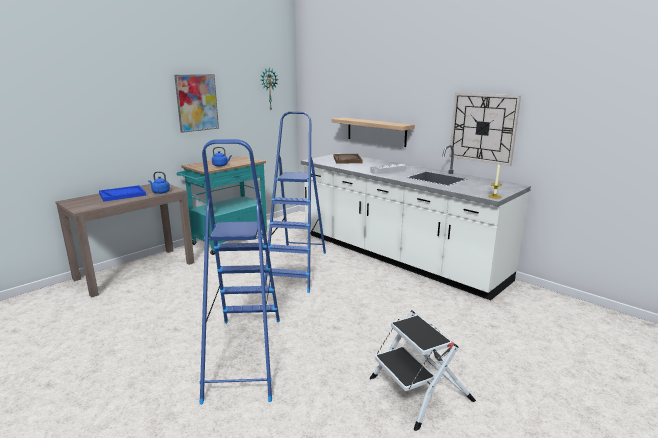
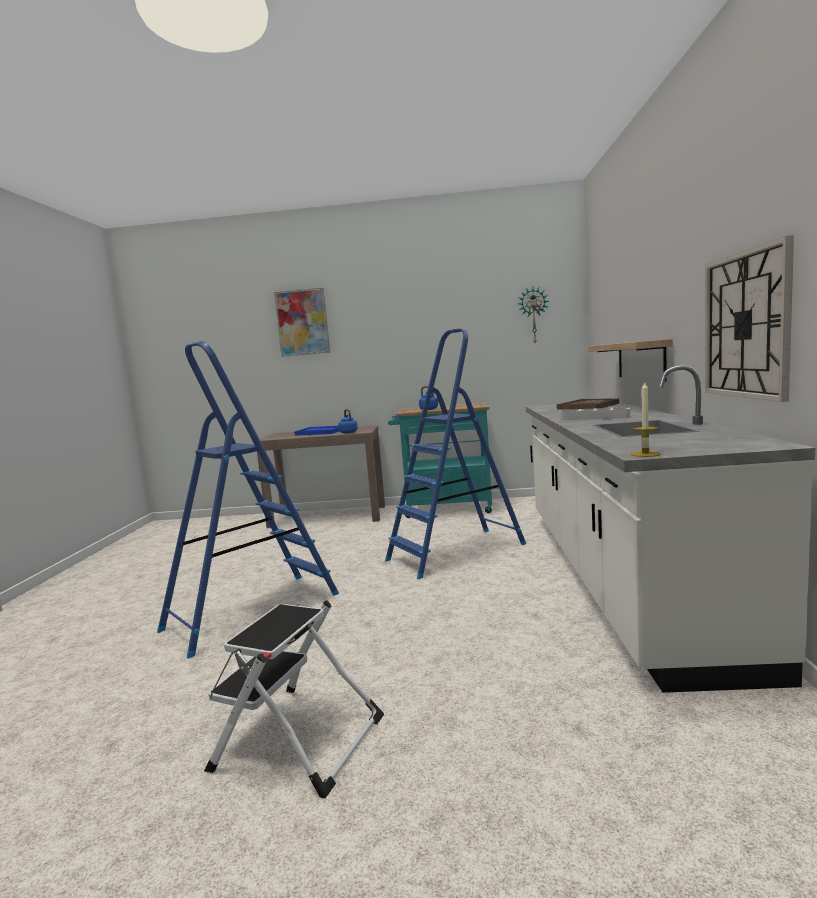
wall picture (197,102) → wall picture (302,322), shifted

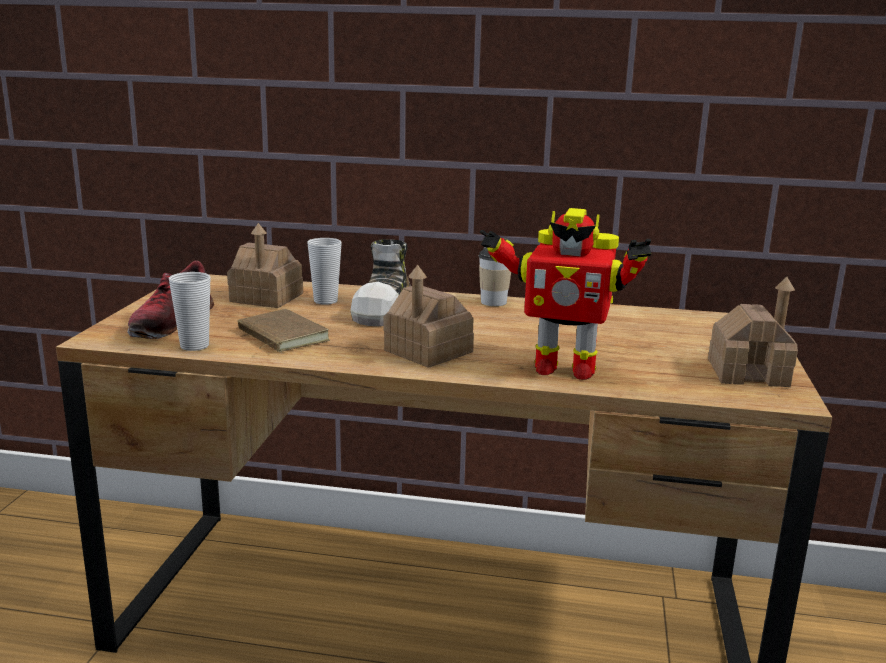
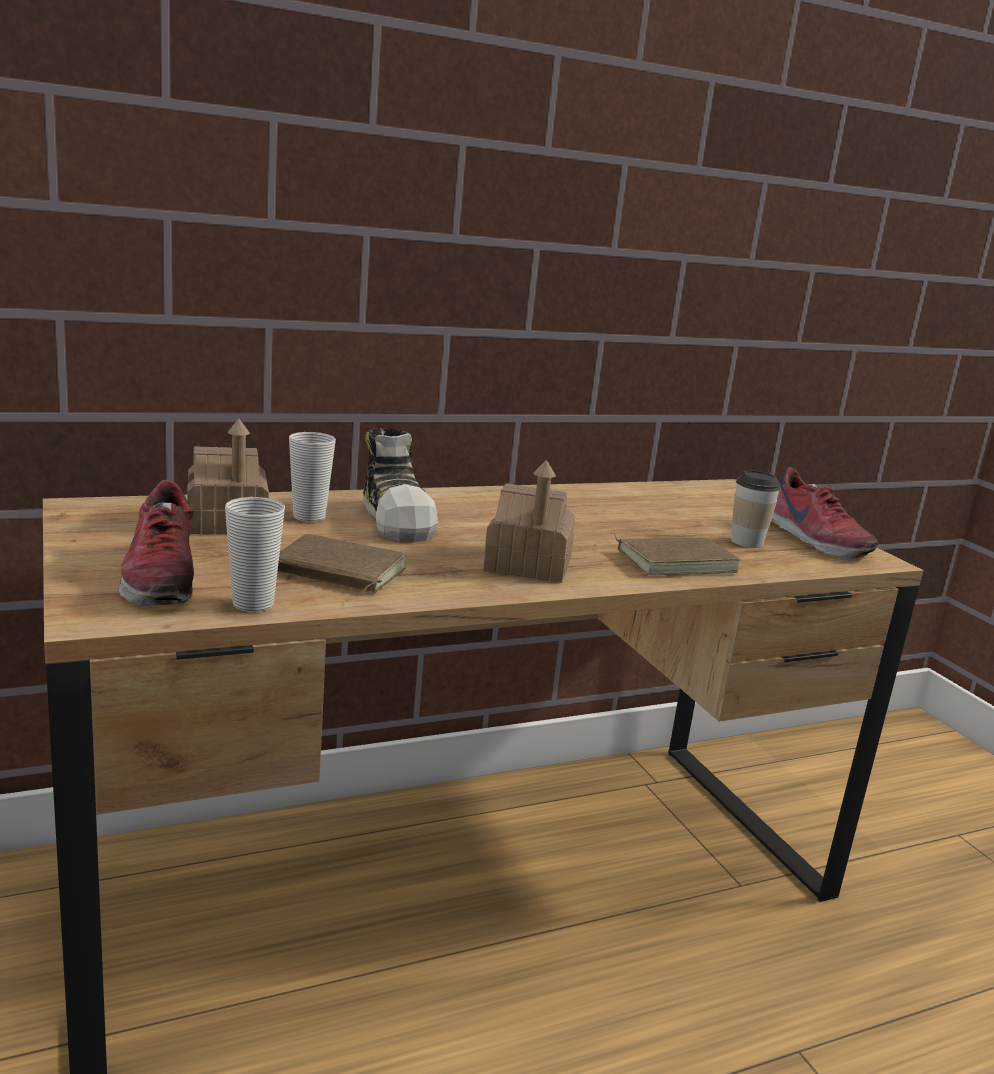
cup (493,302) → cup (747,542), shifted
robot figure (562,368) → bound book in brownish (675,561)
miniature house (748,373) → shoe (811,539)

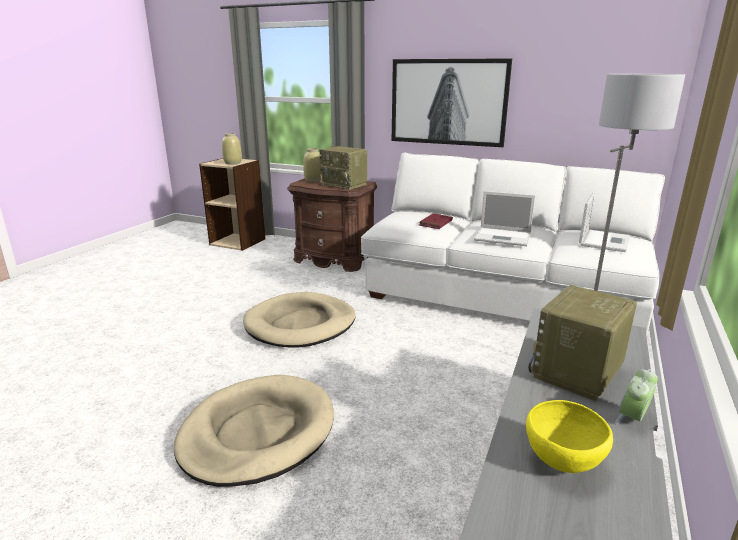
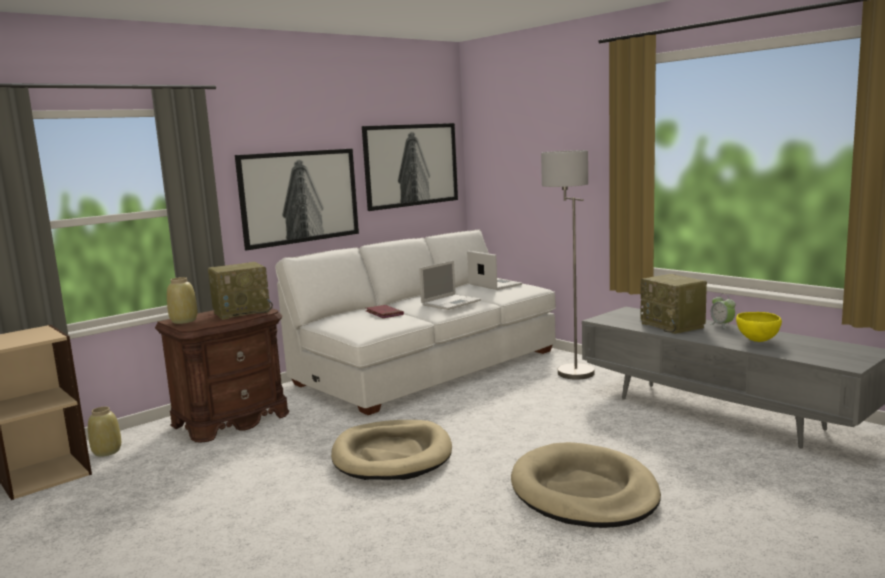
- → wall picture (411,165)
vase in sand-coloured (233,163) → vase in sand-coloured (107,451), shifted

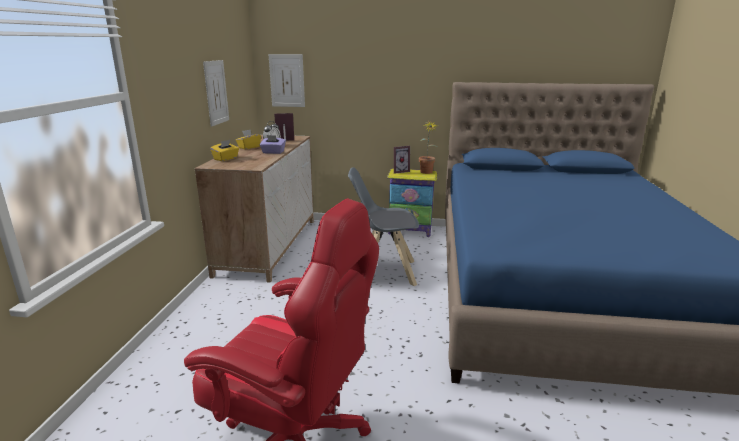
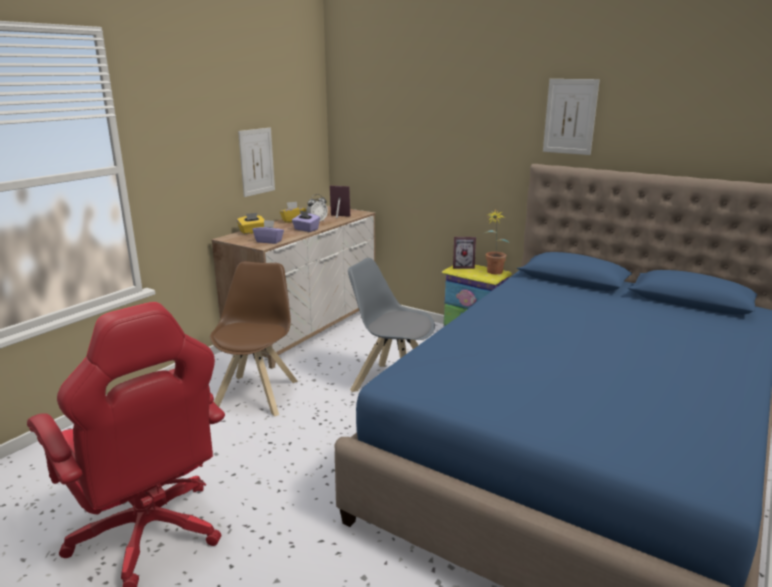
- → chair in brownish (257,393)
- → tissue box in purplish (269,241)
wall picture (287,80) → wall picture (570,116), shifted

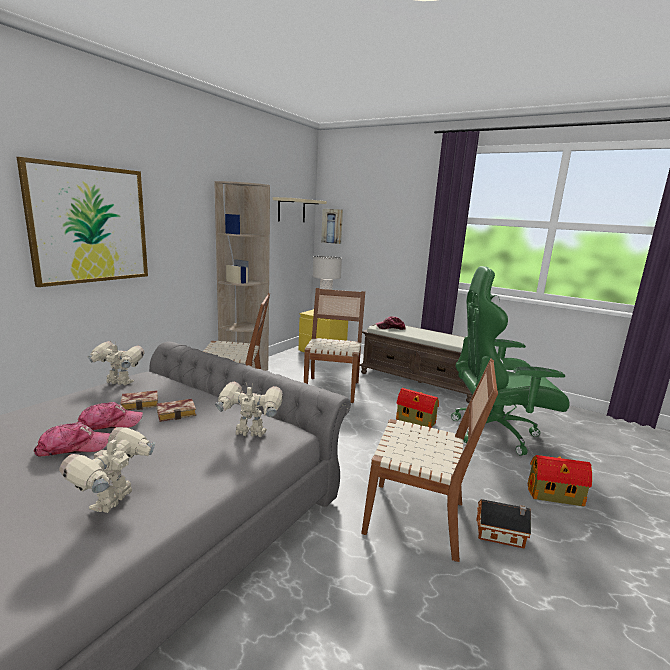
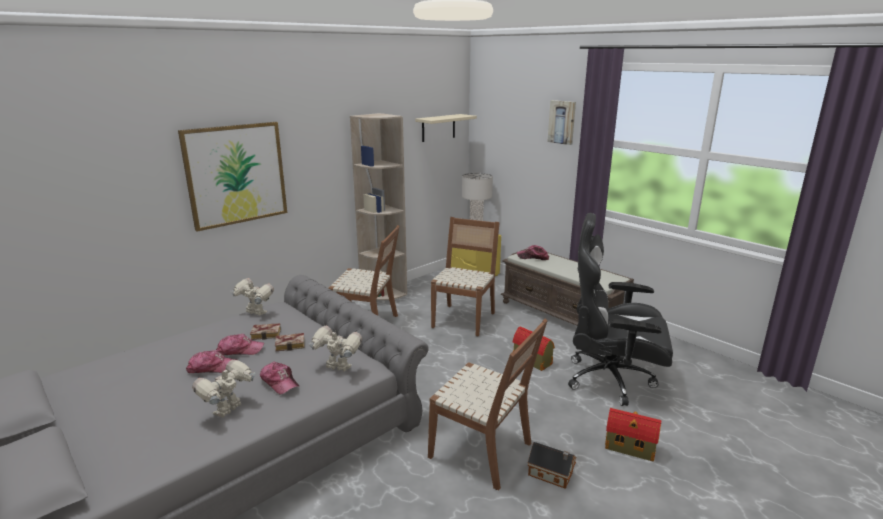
- → peaked cap (280,382)
wall picture (332,226) → wall picture (562,122), shifted
computer chair in green-coloured (498,433) → computer chair in black-coloured (614,380)

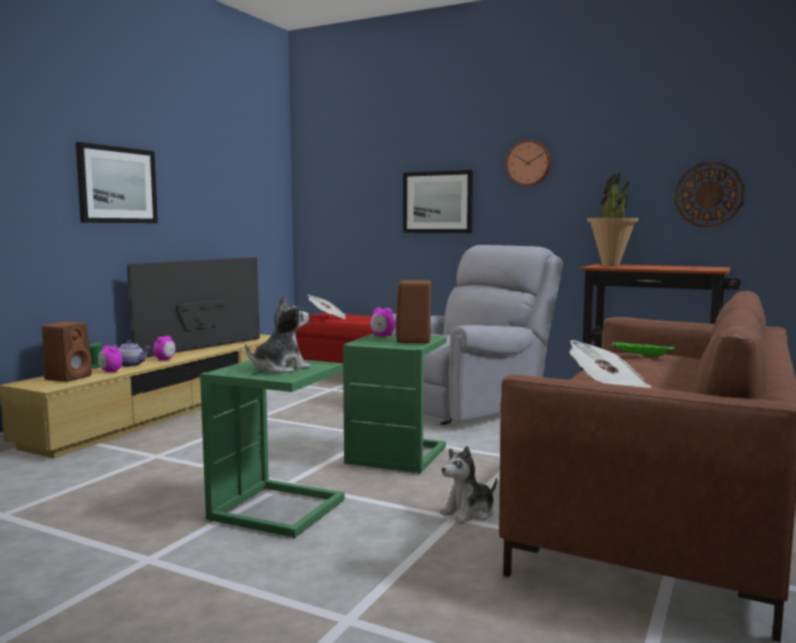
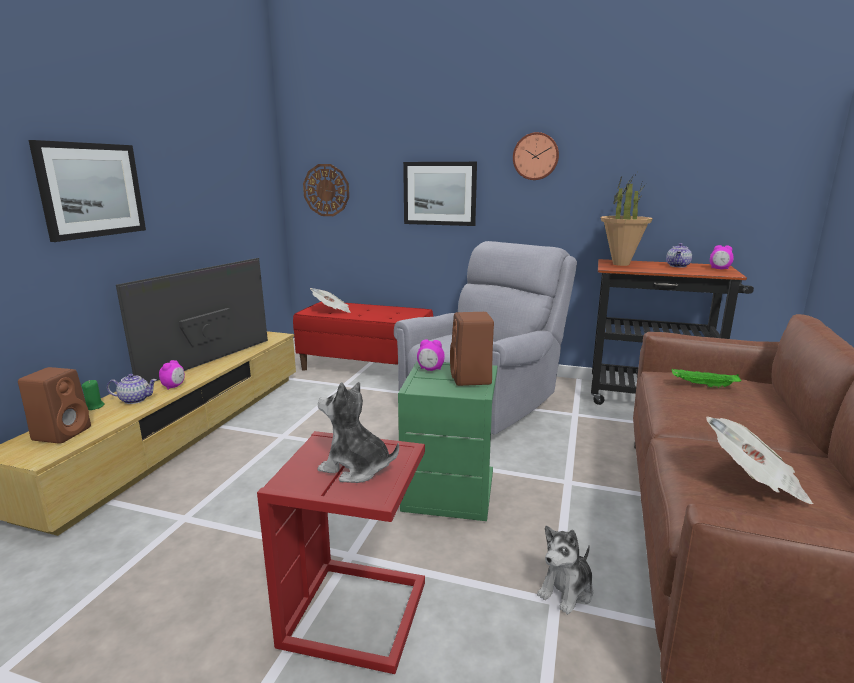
- → pot for tea (678,266)
table clock (110,372) → table clock (719,269), shifted
wall clock (709,195) → wall clock (326,190), shifted
end table in green-coloured (278,512) → end table in red (357,617)
plush toy (279,369) → plush toy (356,468), 105 degrees counterclockwise

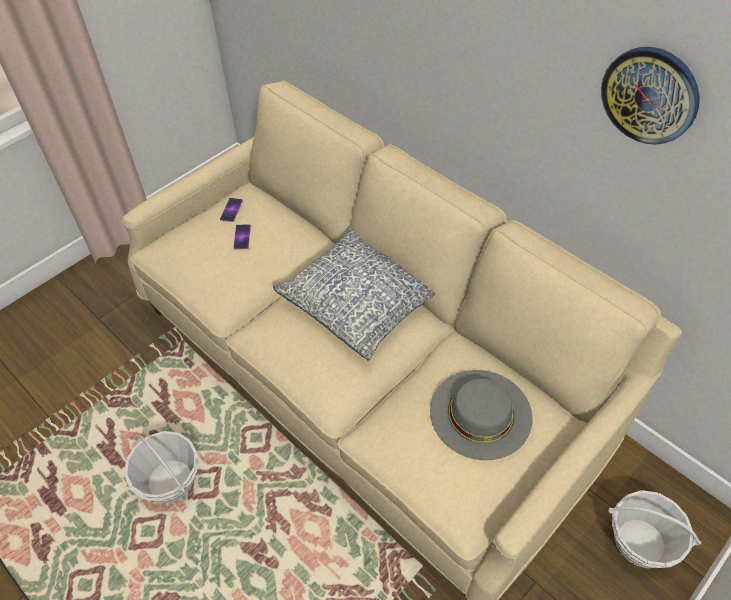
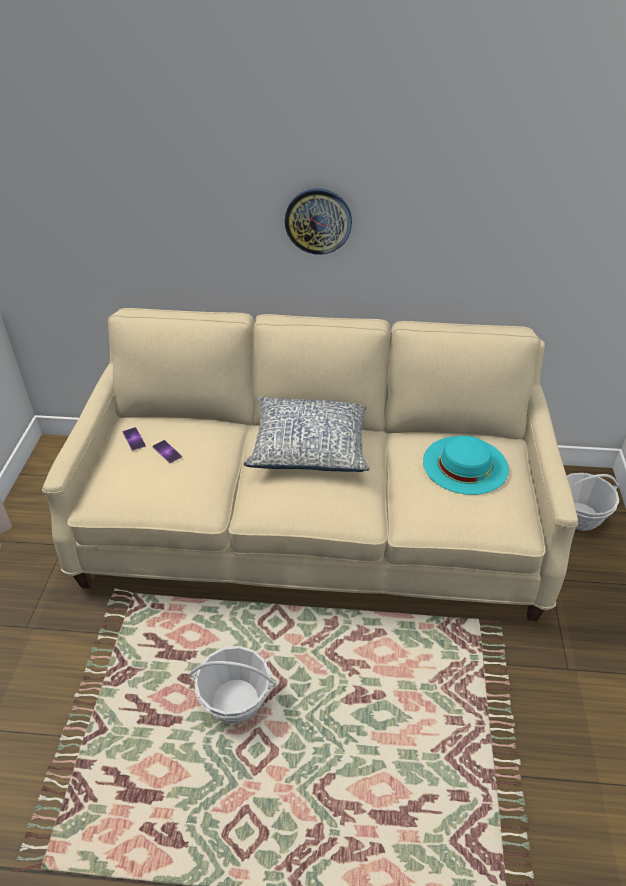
wall clock (650,95) → wall clock (318,221), shifted
wearable hat in grey (481,413) → wearable hat in turquoise (465,464)

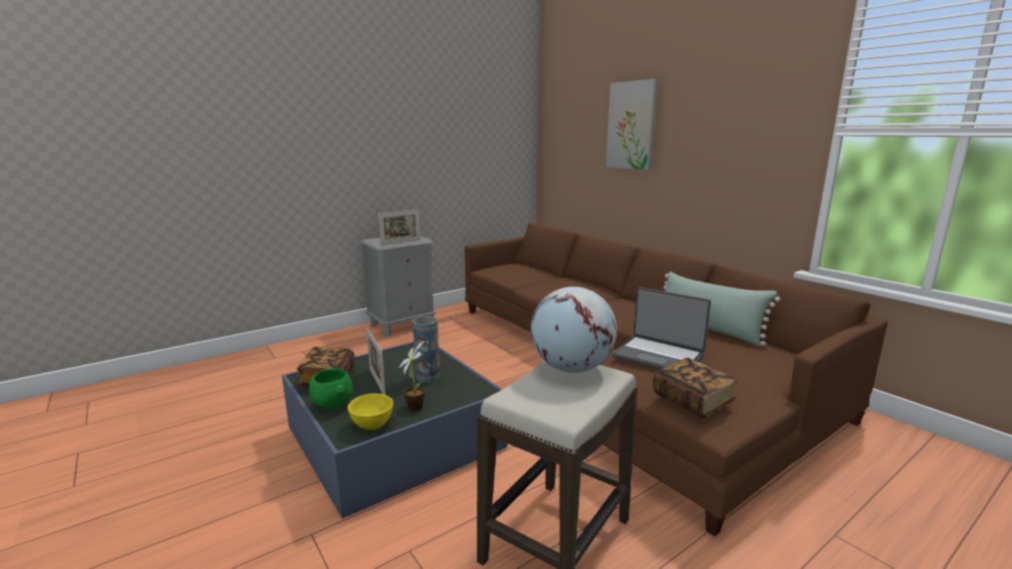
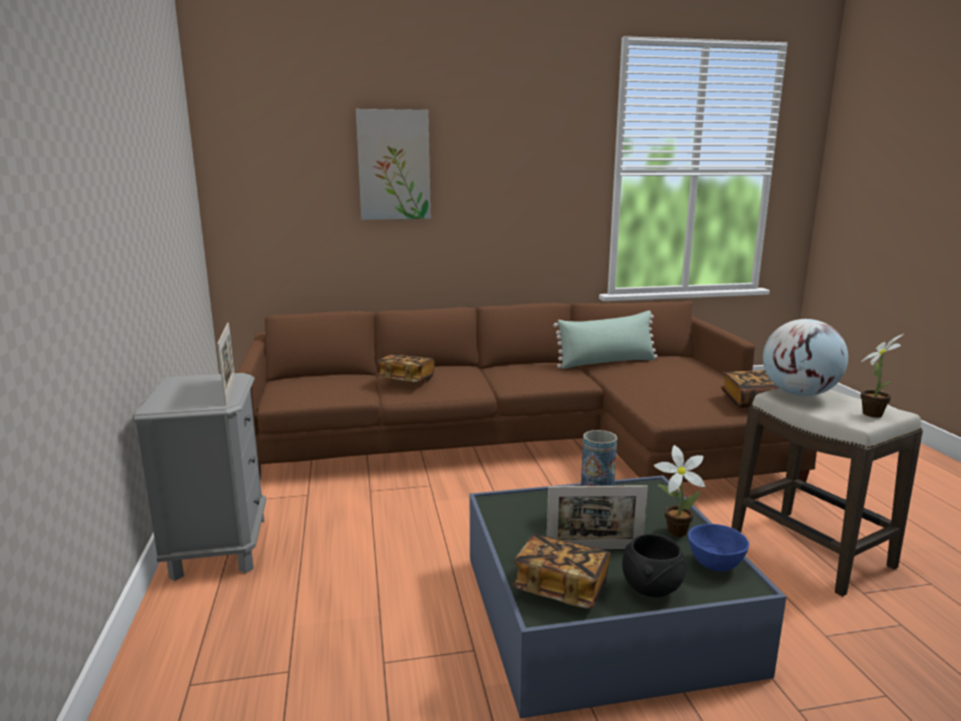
notebook computer (658,356) → -
- → bound book (406,380)
- → potted plant (872,413)
bowl in green-coloured (333,406) → bowl in black-coloured (652,590)
bowl in yellow-coloured (372,425) → bowl in blue (714,565)

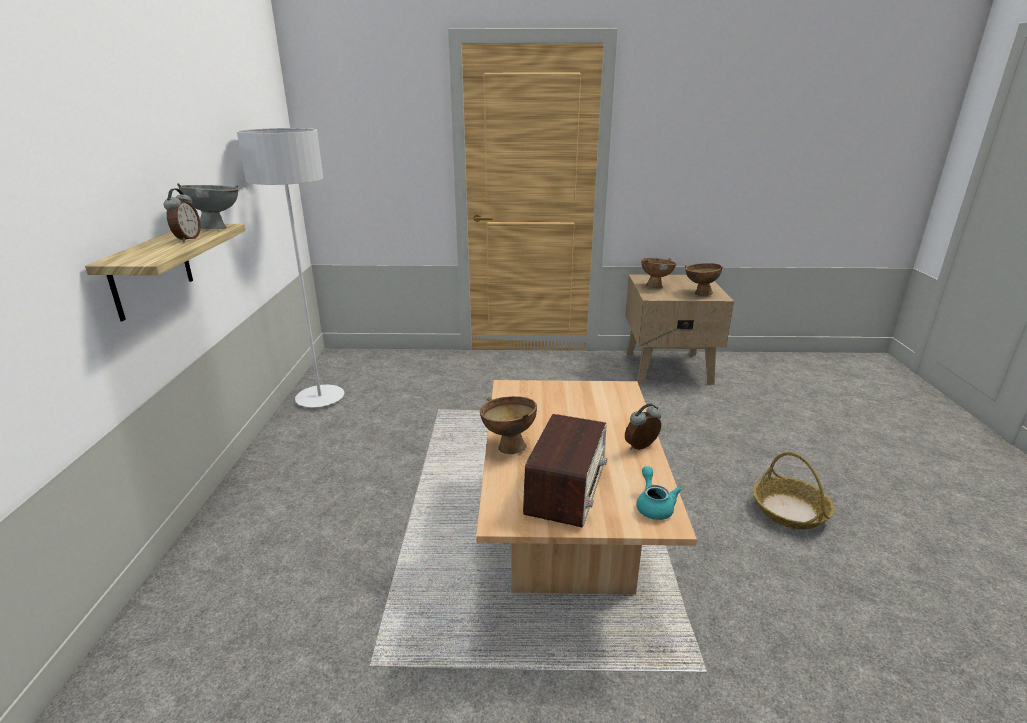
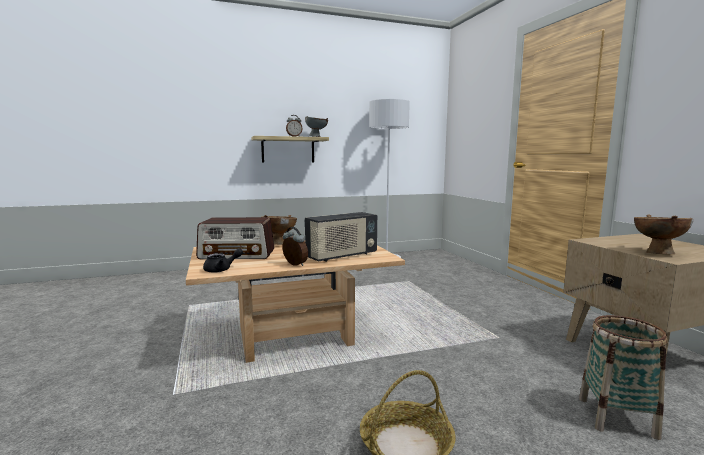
bowl in brownish (656,286) → -
- → radio (342,256)
- → storage basket (617,417)
pot for tea in turquoise (653,506) → pot for tea in black-coloured (221,270)

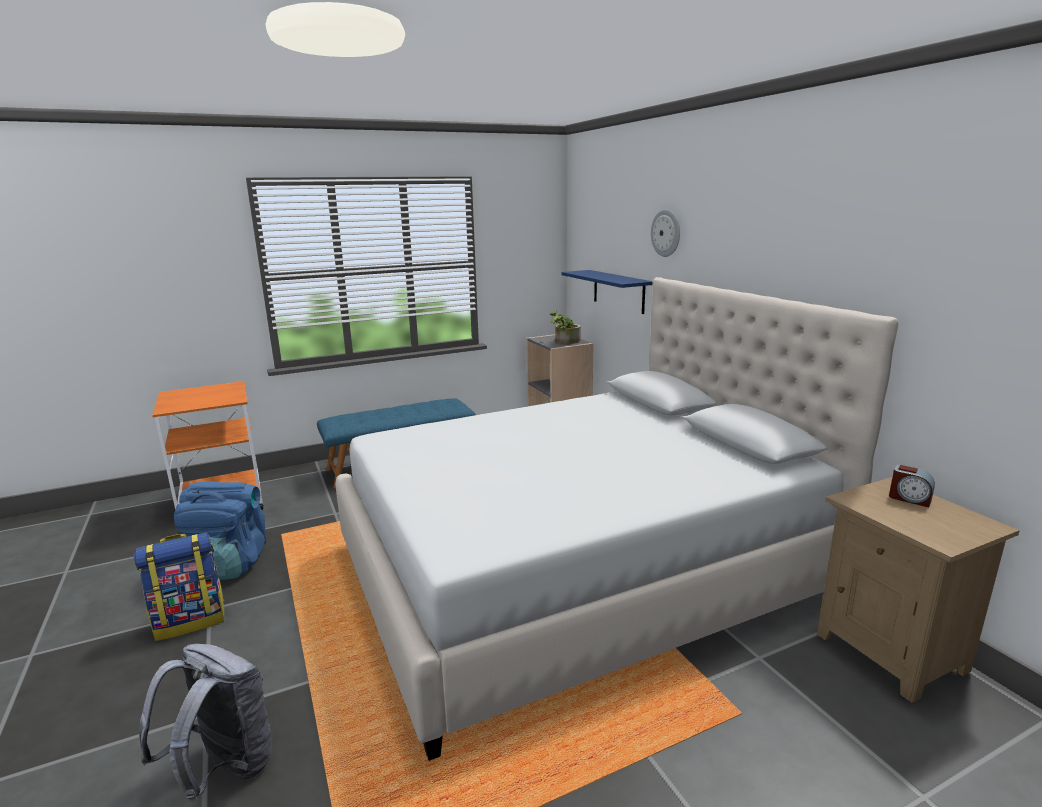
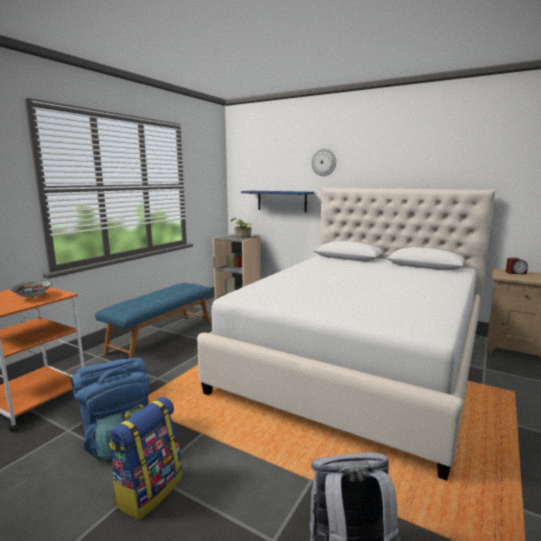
- → bowl (33,297)

